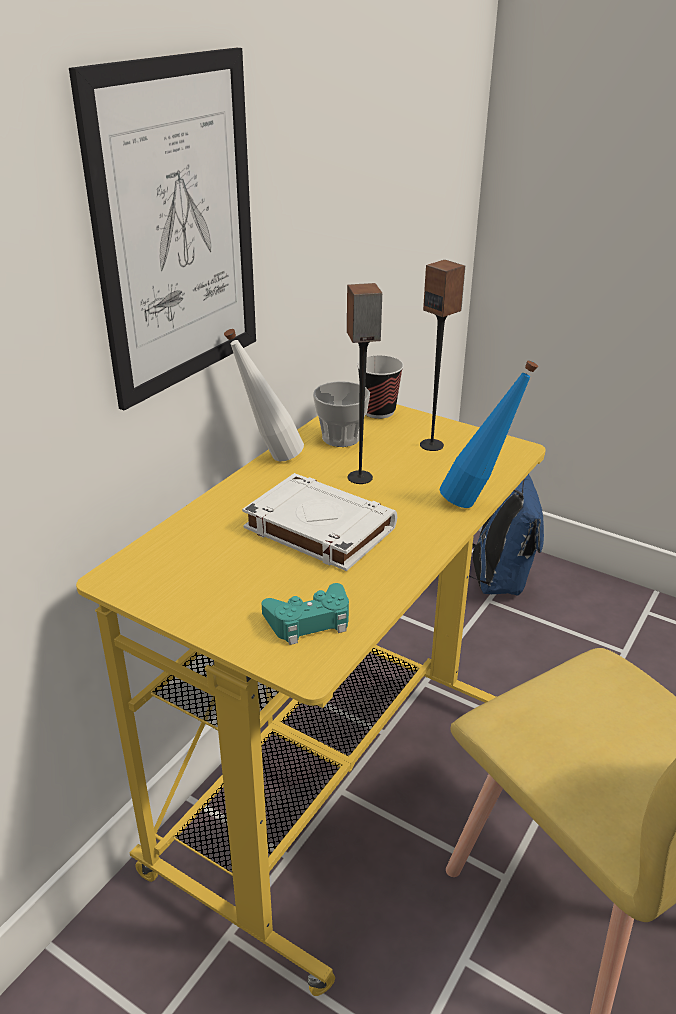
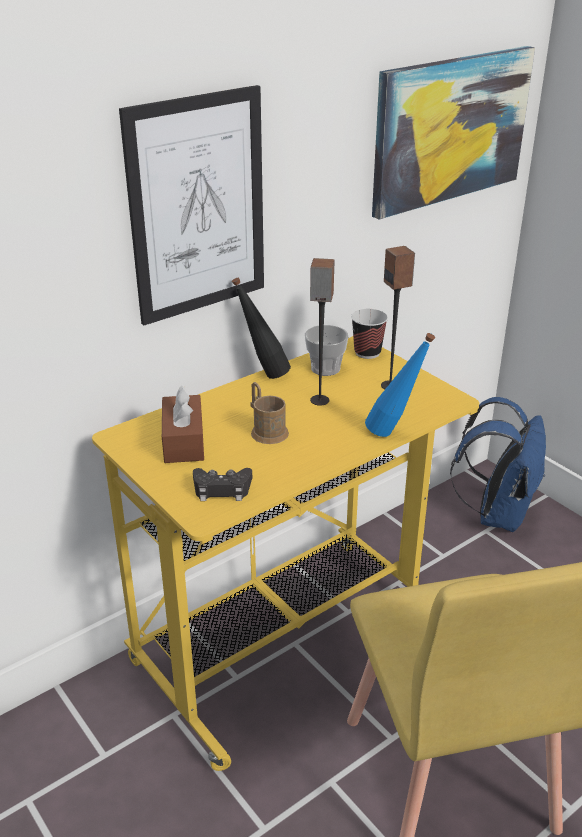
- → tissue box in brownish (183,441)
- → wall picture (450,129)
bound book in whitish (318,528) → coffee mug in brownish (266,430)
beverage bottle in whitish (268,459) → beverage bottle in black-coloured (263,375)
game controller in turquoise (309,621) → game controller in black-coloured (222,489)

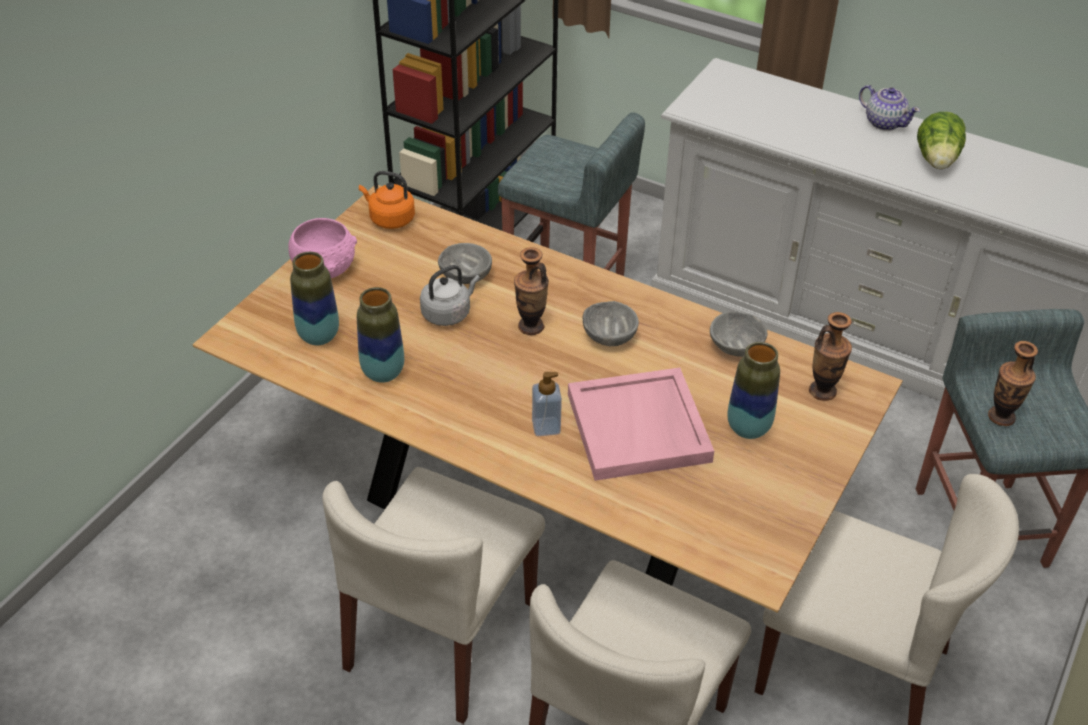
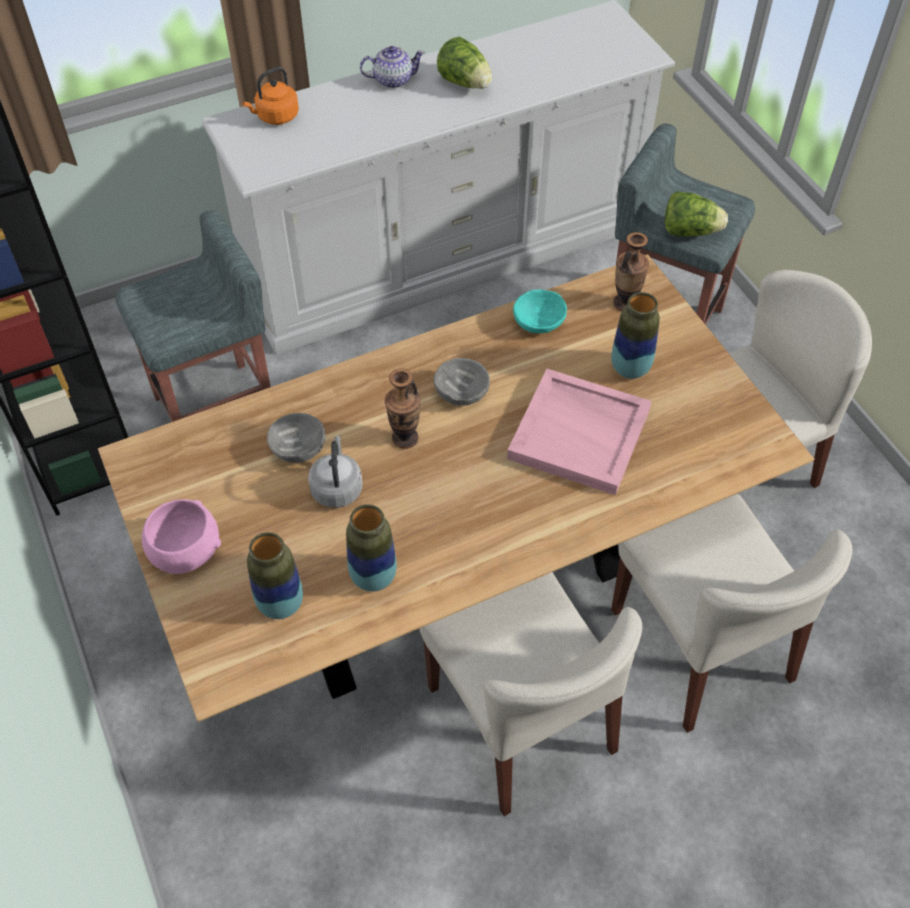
soap dispenser (546,427) → -
kettle in orange-coloured (390,219) → kettle in orange-coloured (275,117), shifted
vase (1001,417) → lettuce head (689,231)
bowl in grey (736,347) → bowl in turquoise (539,323)

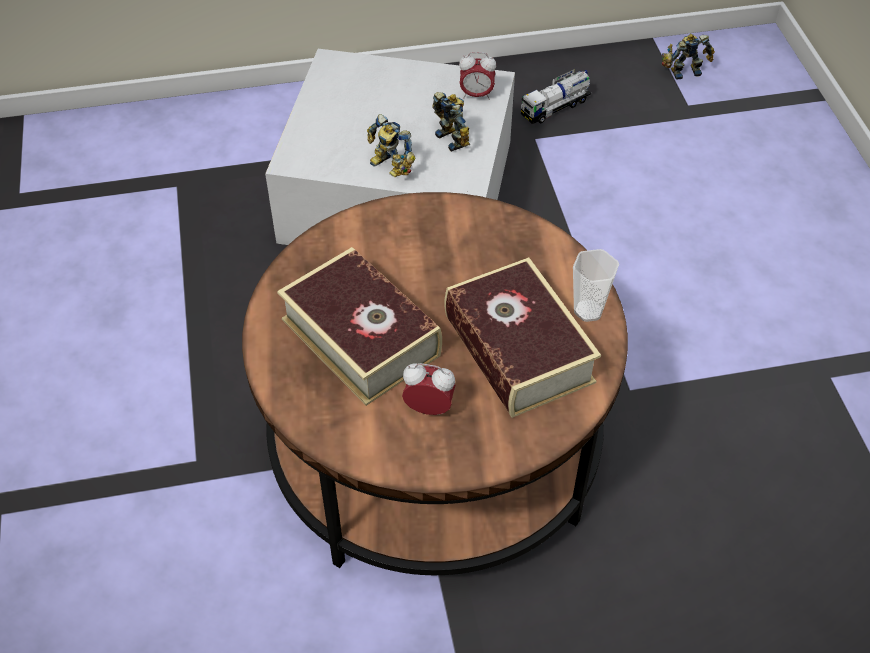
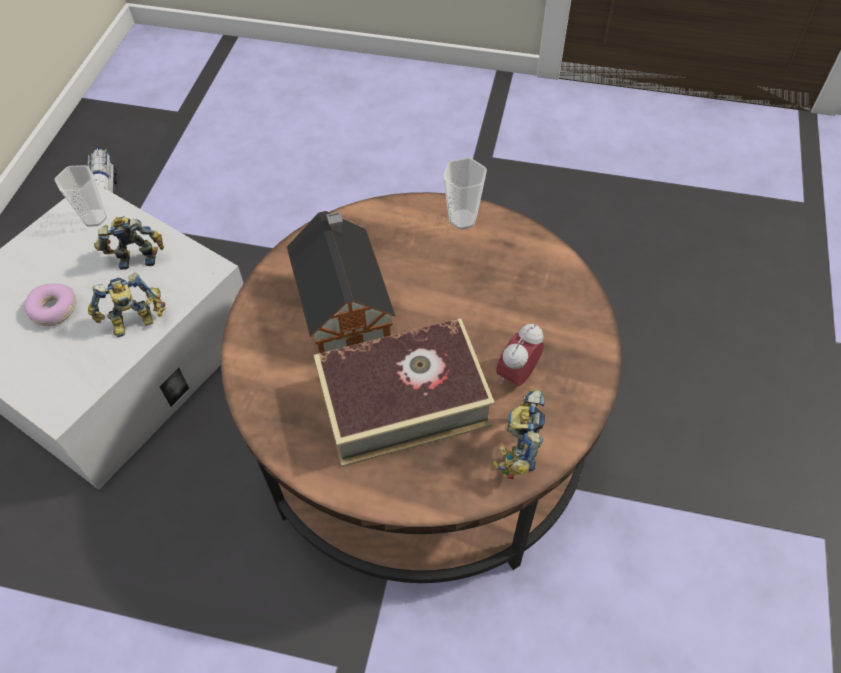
bound book (518,349) → -
- → doughnut (54,310)
- → miniature house (344,305)
robot figure (684,70) → robot figure (516,448), shifted
table clock (476,95) → cup (95,218)

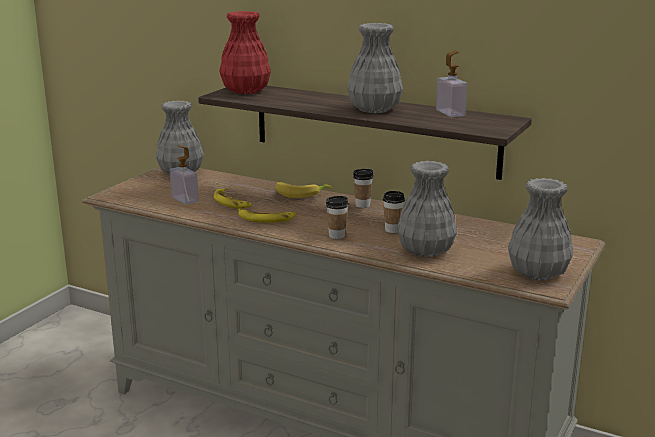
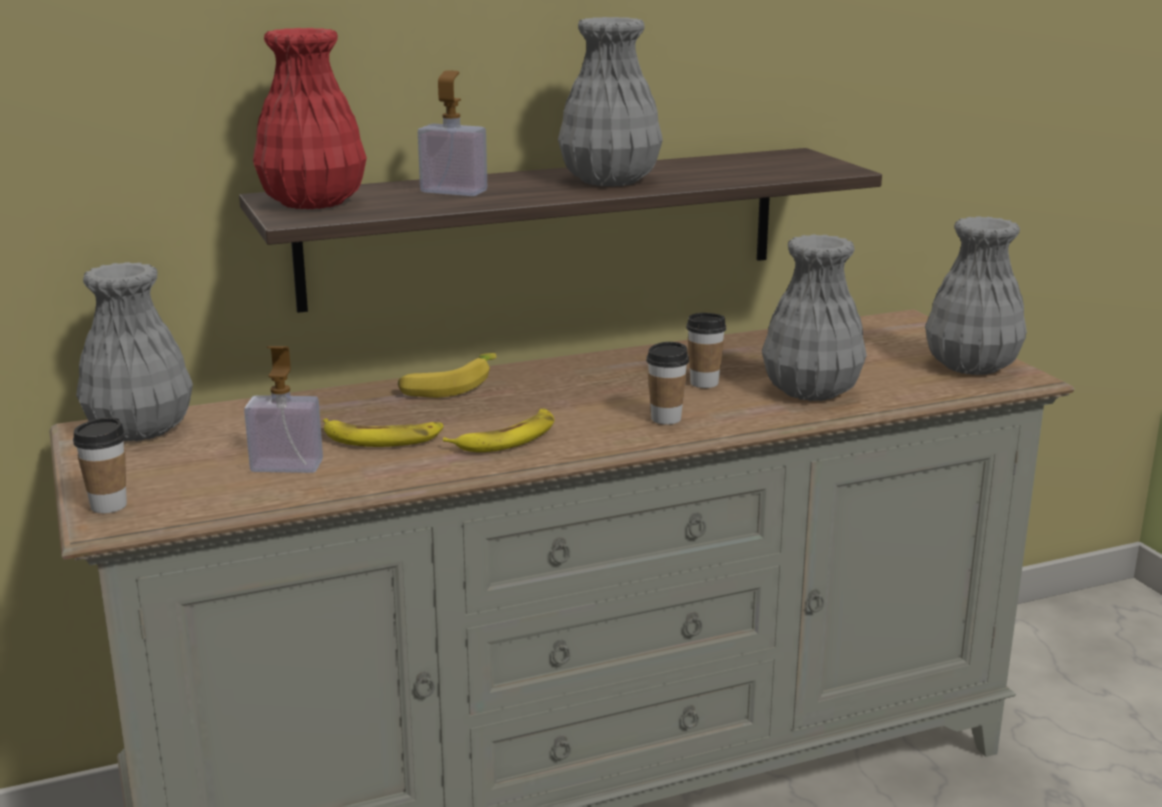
cup (362,205) → cup (108,506), shifted
soap dispenser (450,113) → soap dispenser (454,191), shifted

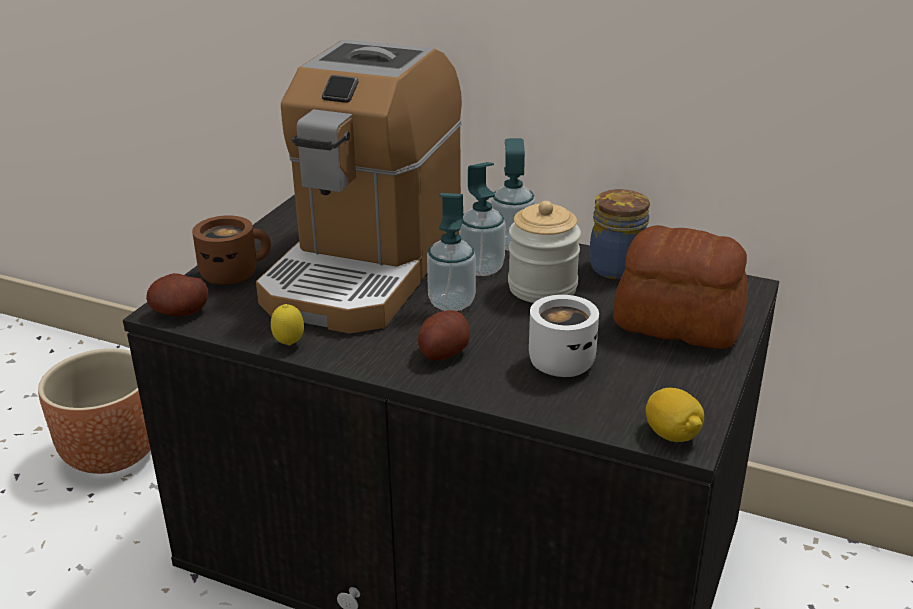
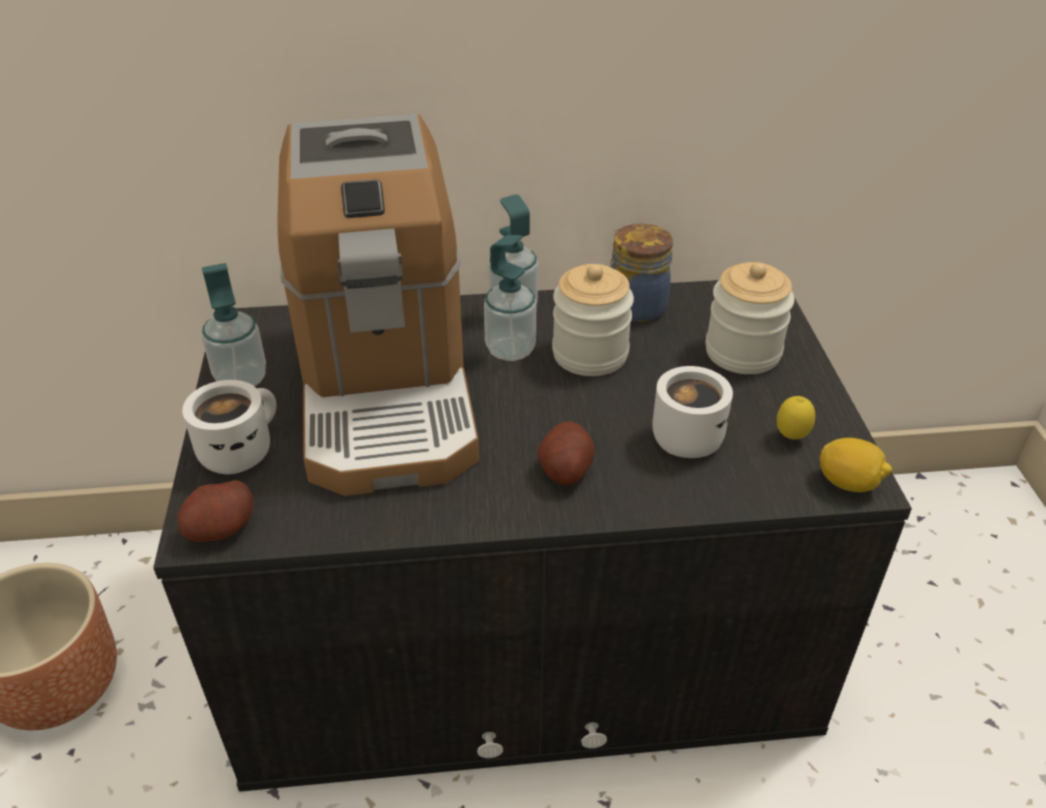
whole lemon (289,345) → whole lemon (791,437), shifted
soap dispenser (451,303) → soap dispenser (241,379), shifted
bakery bread (677,322) → storage jar (742,352)
coffee mug in brownish (234,273) → coffee mug in whitish (239,449)

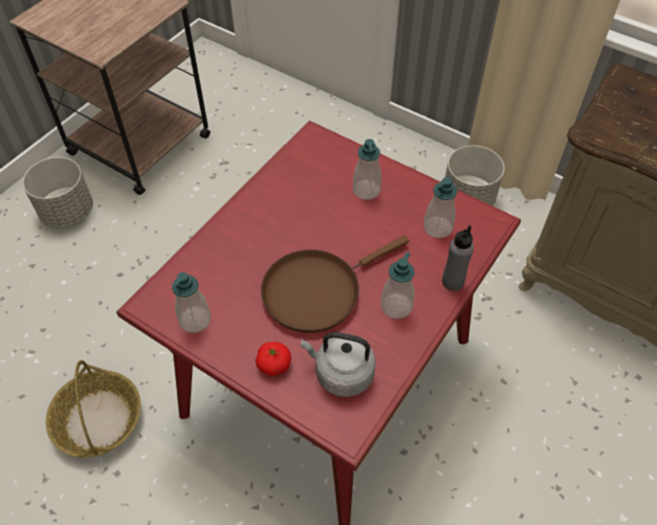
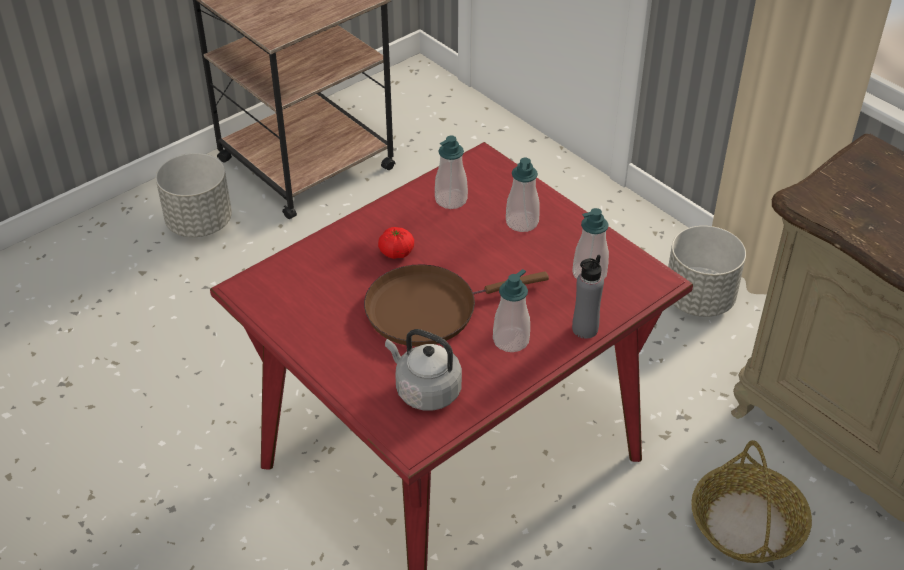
storage basket (99,420) → storage basket (747,525), shifted
soap dispenser (195,320) → soap dispenser (451,200), shifted
fresh tomato (274,364) → fresh tomato (396,252), shifted

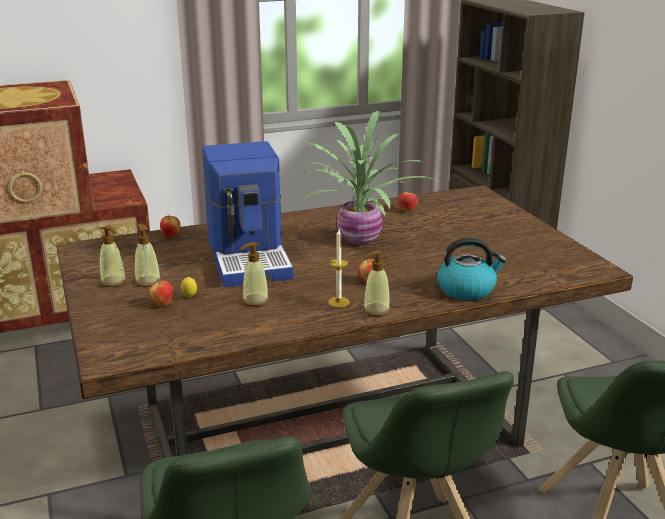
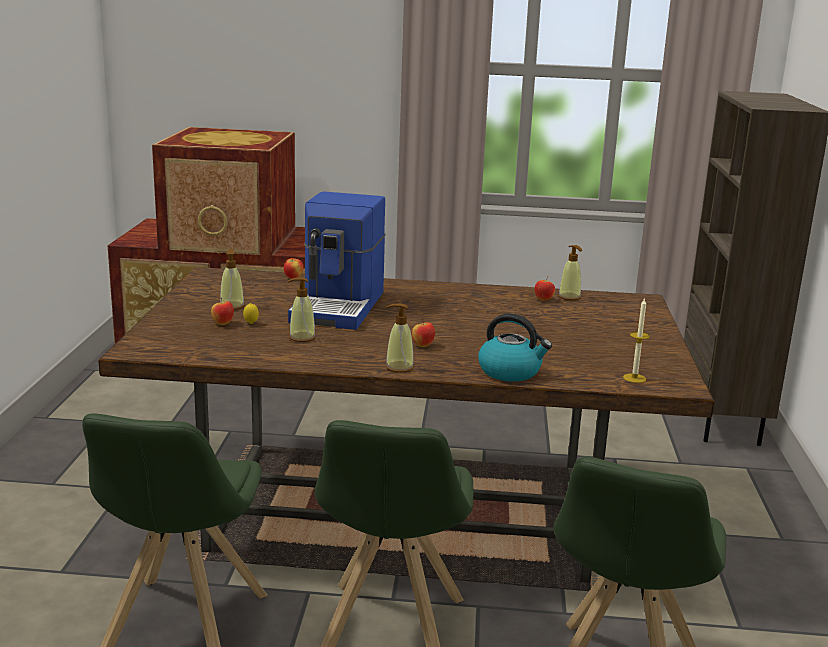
potted plant (361,239) → -
soap dispenser (113,282) → soap dispenser (569,297), shifted
wax light (338,302) → wax light (634,378), shifted

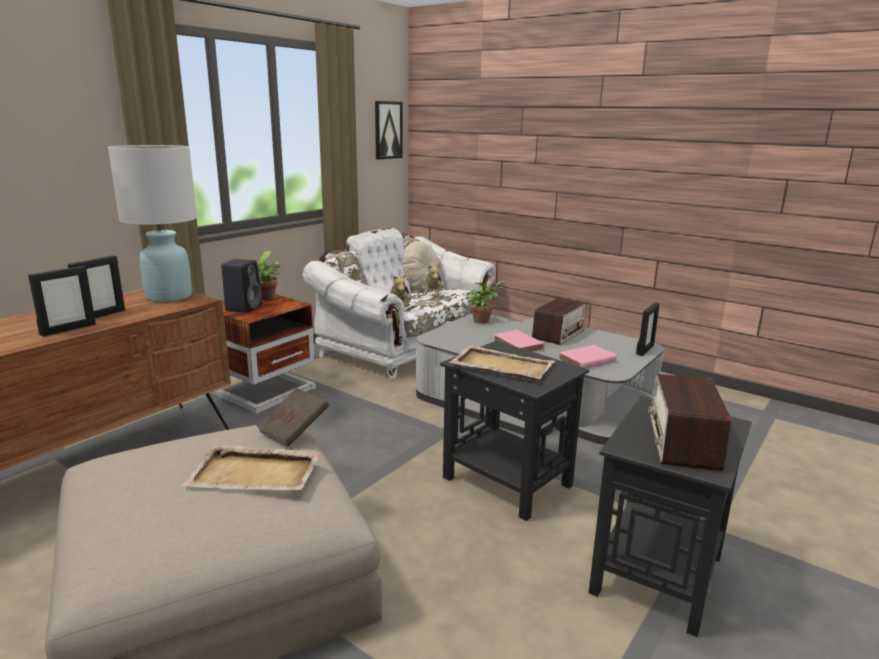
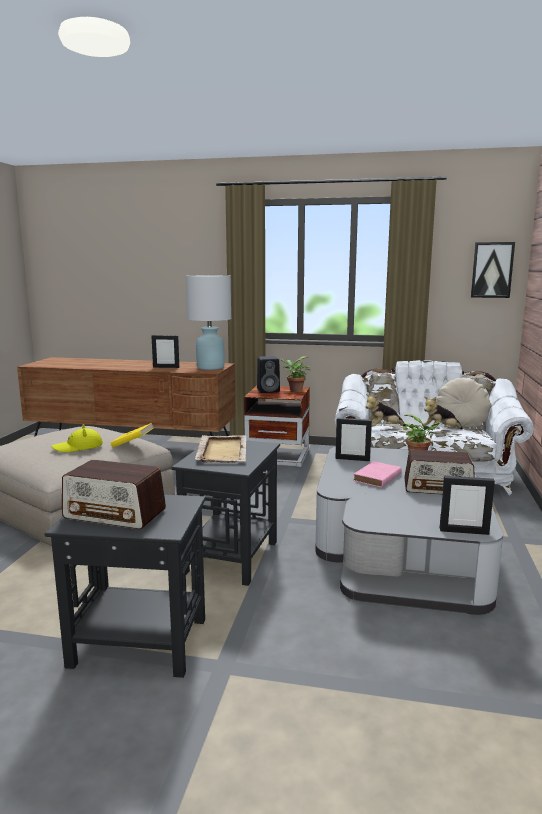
bound book in pinkish (585,361) → -
standing frame (68,329) → standing frame (352,459), shifted
tray in sand-coloured (256,473) → wearable hat in yellow-coloured (78,447)
bound book in brownish (294,430) → bound book in yellow-coloured (133,444)
radio (683,442) → radio (115,514), 150 degrees counterclockwise

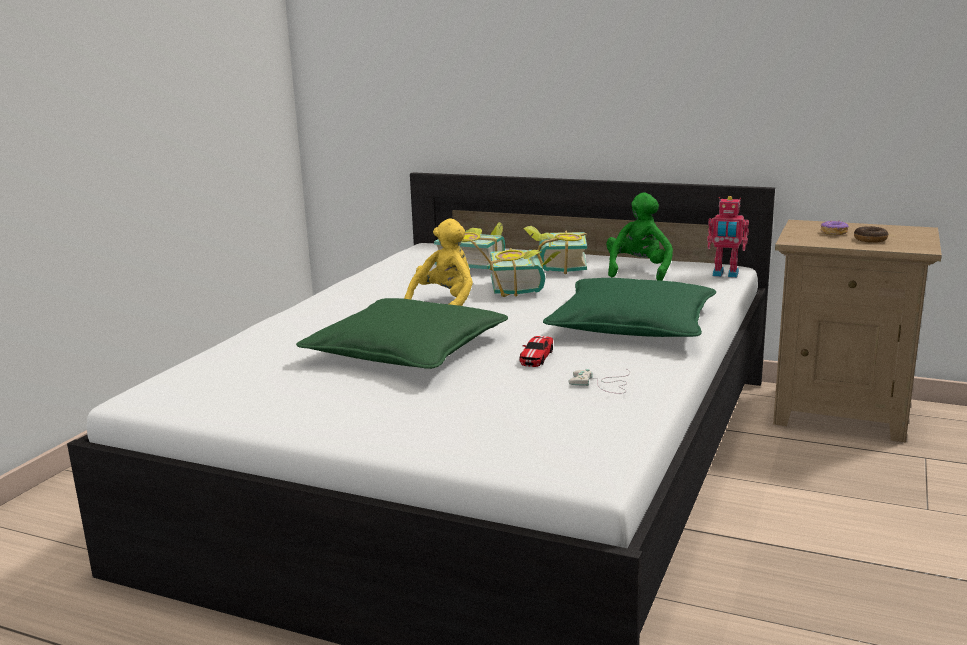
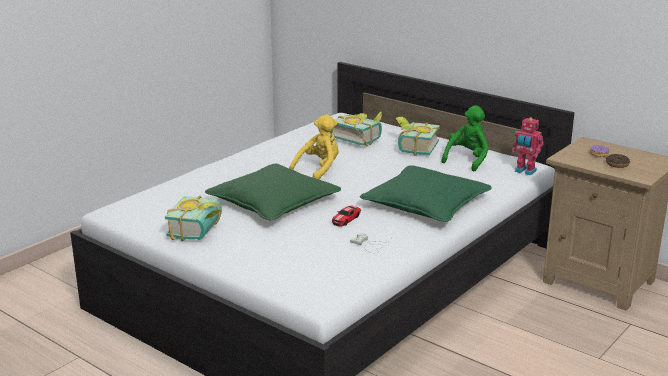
bound book (524,287) → bound book (200,231), shifted

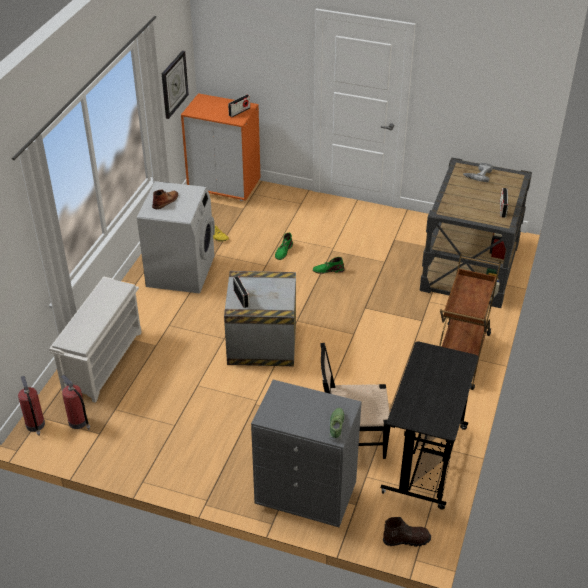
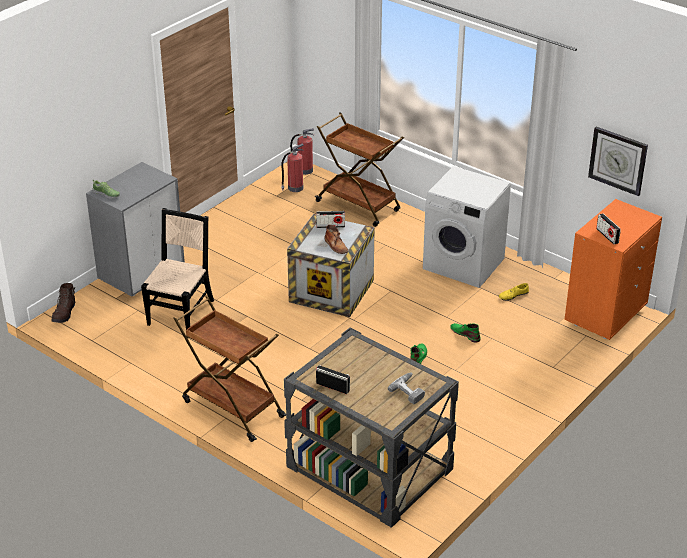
desk unit in black-coloured (424,460) → -
boot in brownish (166,201) → boot in brownish (336,246), shifted
shoe shelf in whitish (103,361) → wheeled cart in brownish (358,206)

